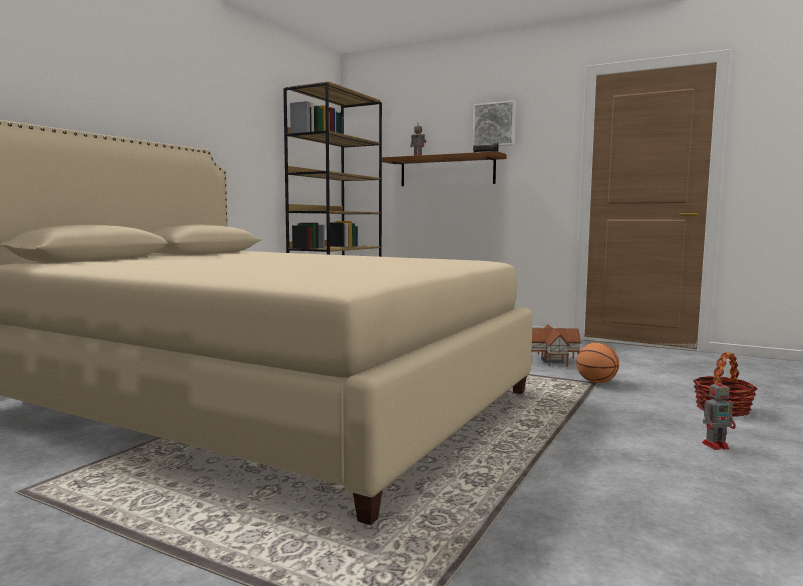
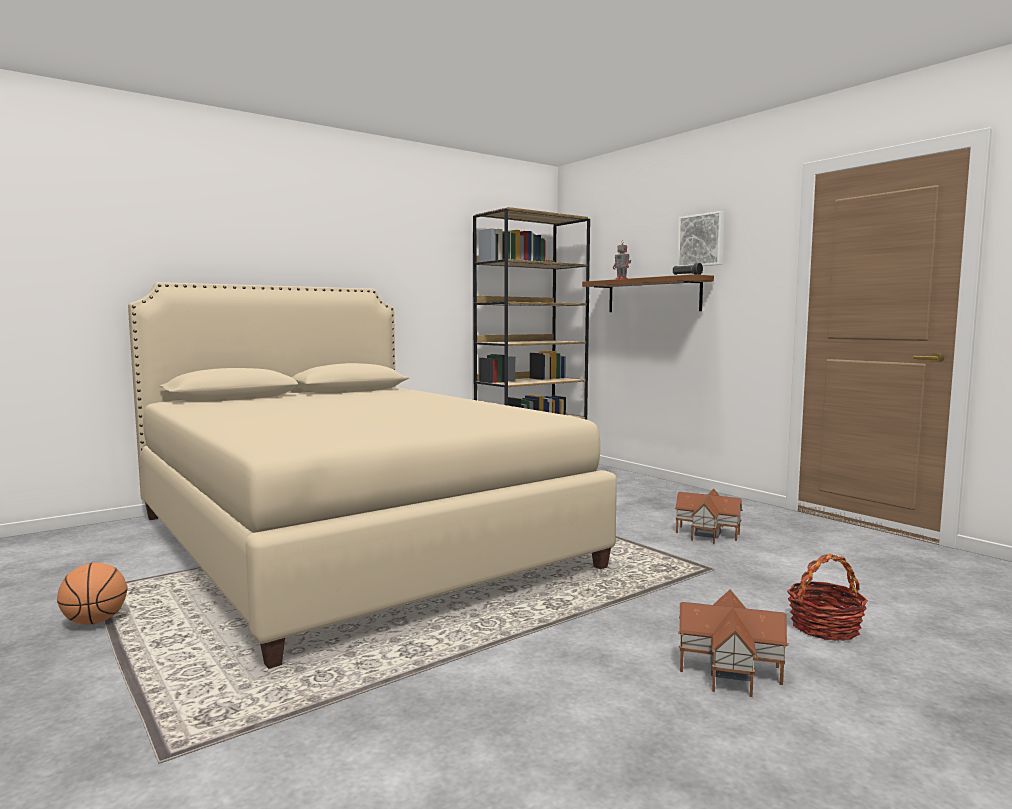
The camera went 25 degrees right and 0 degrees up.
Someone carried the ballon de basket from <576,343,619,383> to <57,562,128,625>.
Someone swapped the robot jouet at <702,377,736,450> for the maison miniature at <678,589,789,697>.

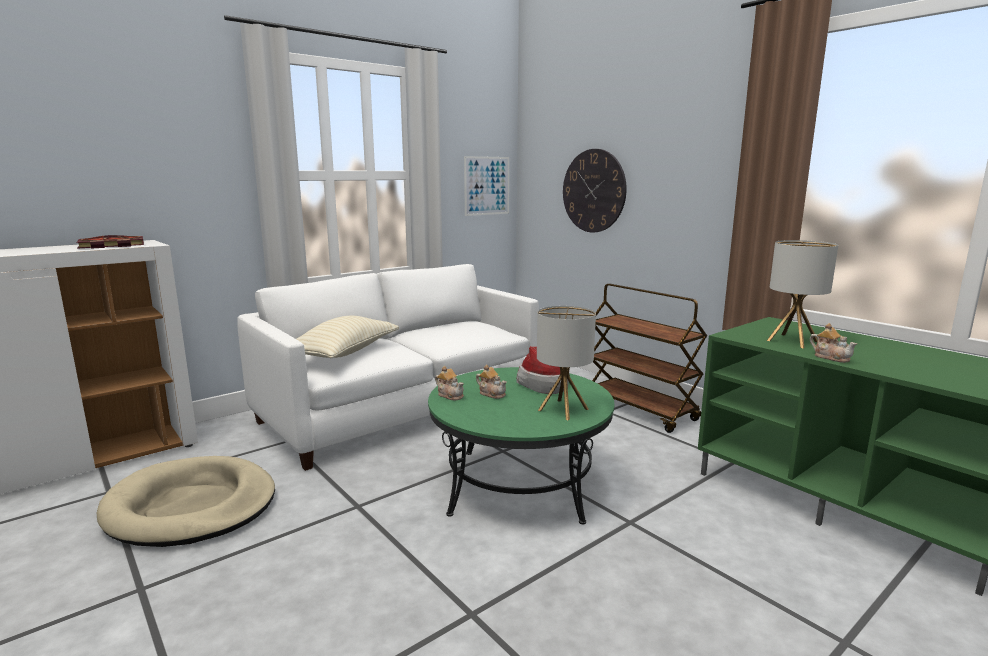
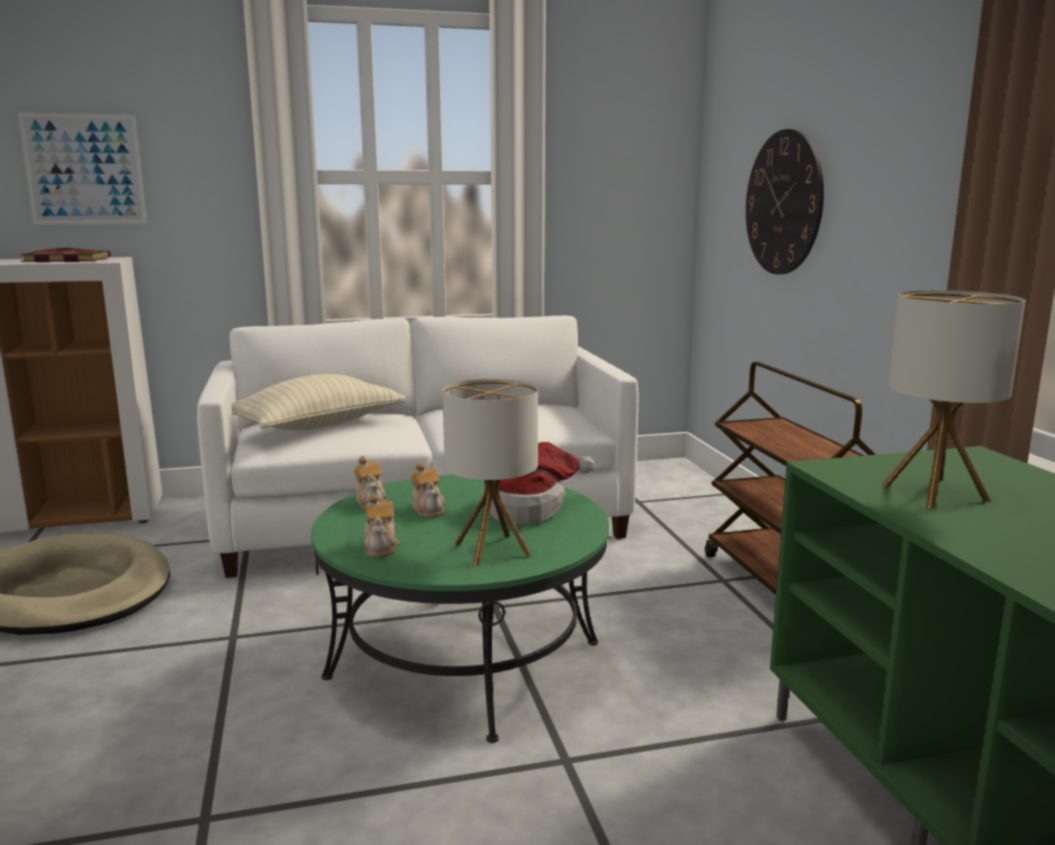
The camera went 25 degrees right and 0 degrees up.
Someone carried the tableau from <464,156,509,216> to <18,113,147,224>.
Someone carried the théière from <810,323,857,363> to <364,494,399,557>.

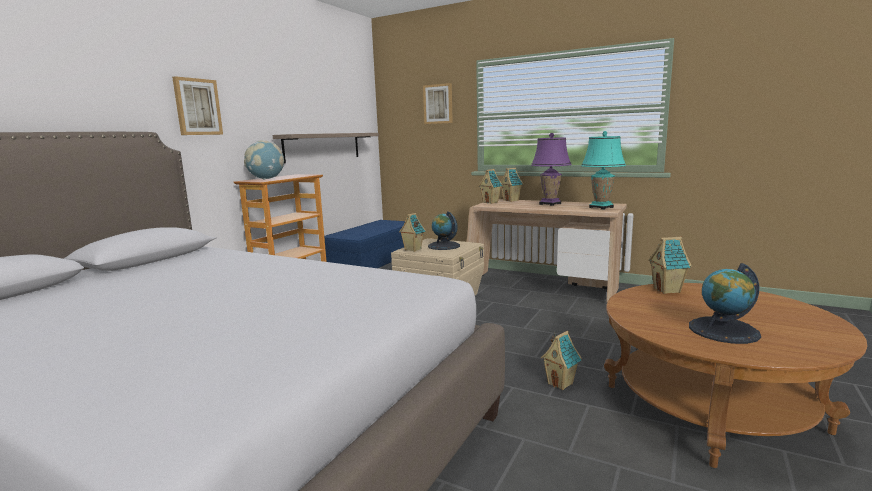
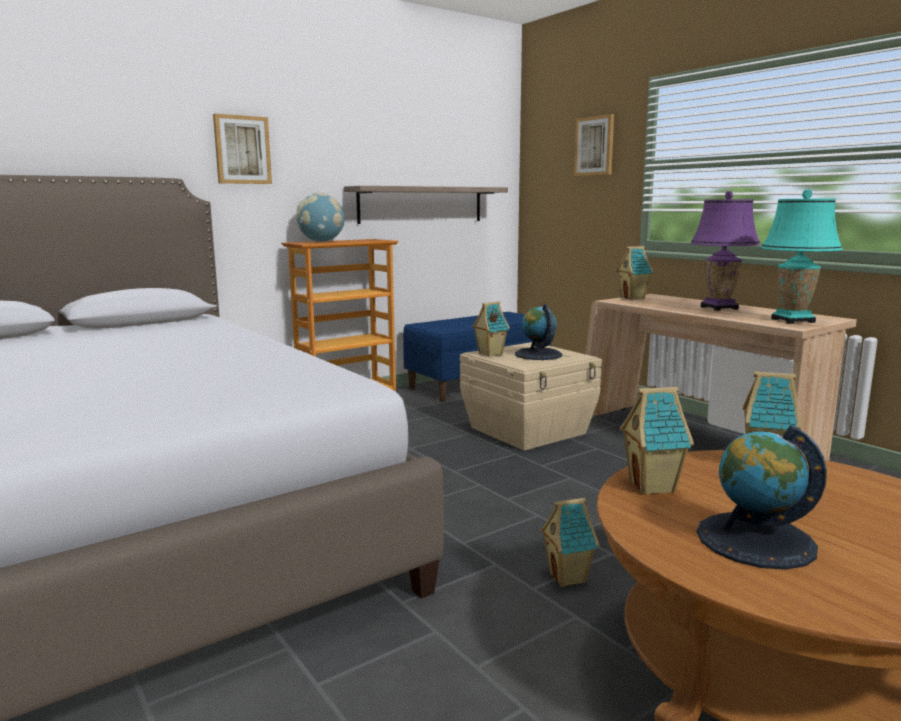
The camera went 25 degrees right and 0 degrees up.
Someone carried the maison miniature from <501,168,523,202> to <620,387,694,495>.

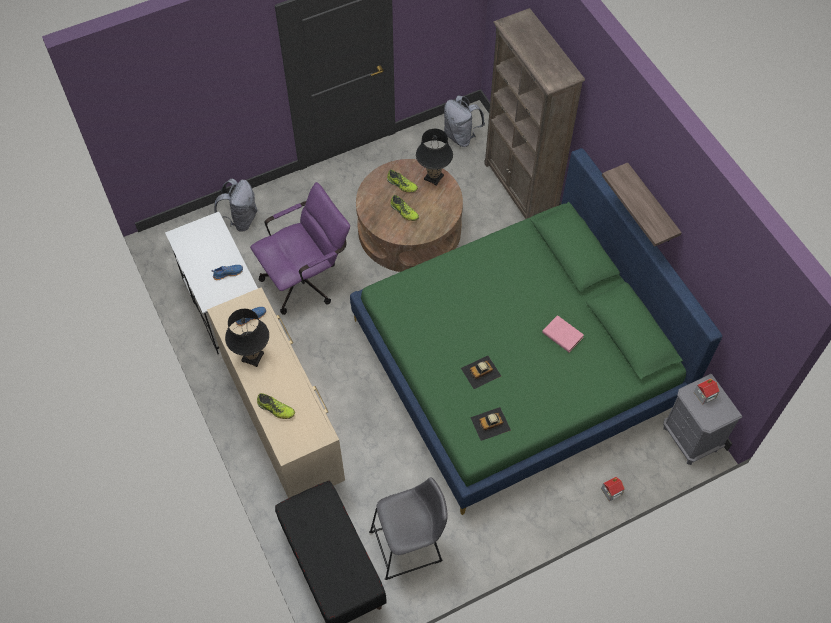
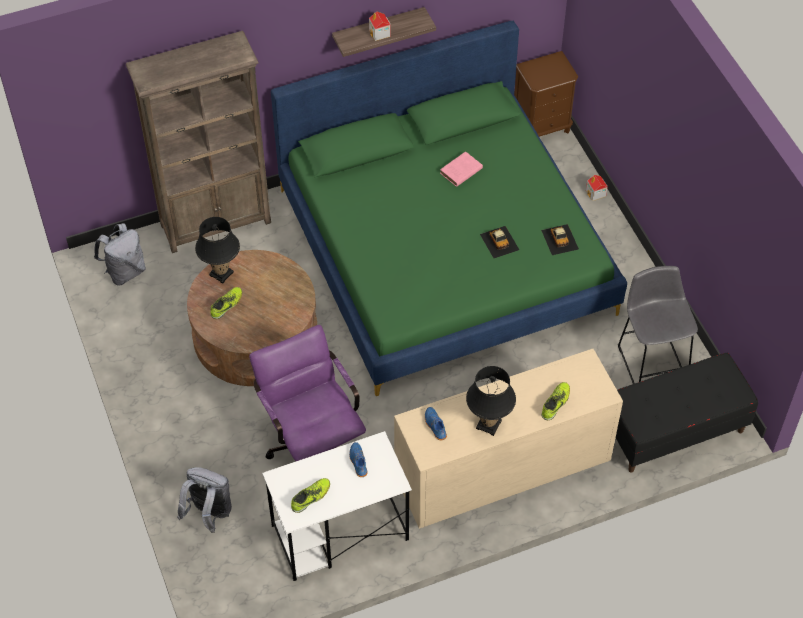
The camera went 85 degrees left and 5 degrees down.
Someone carried the chaussure from <390,195,419,221> to <291,478,330,513>.
Someone carried the maison miniature from <694,378,720,405> to <369,11,390,41>.
Someone repainted the table de chevet/gris at <663,374,742,465>, which became the table de chevet/marron at <514,51,578,137>.

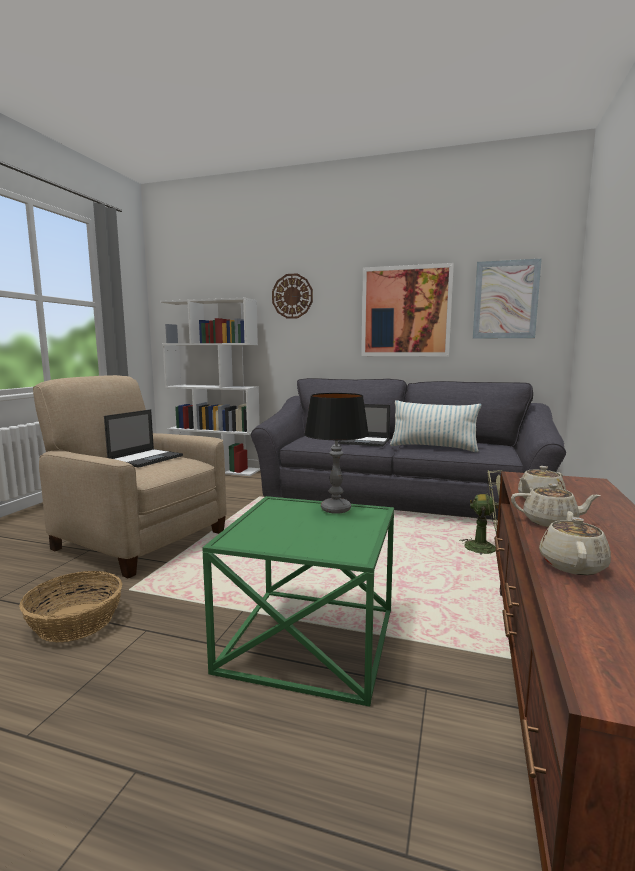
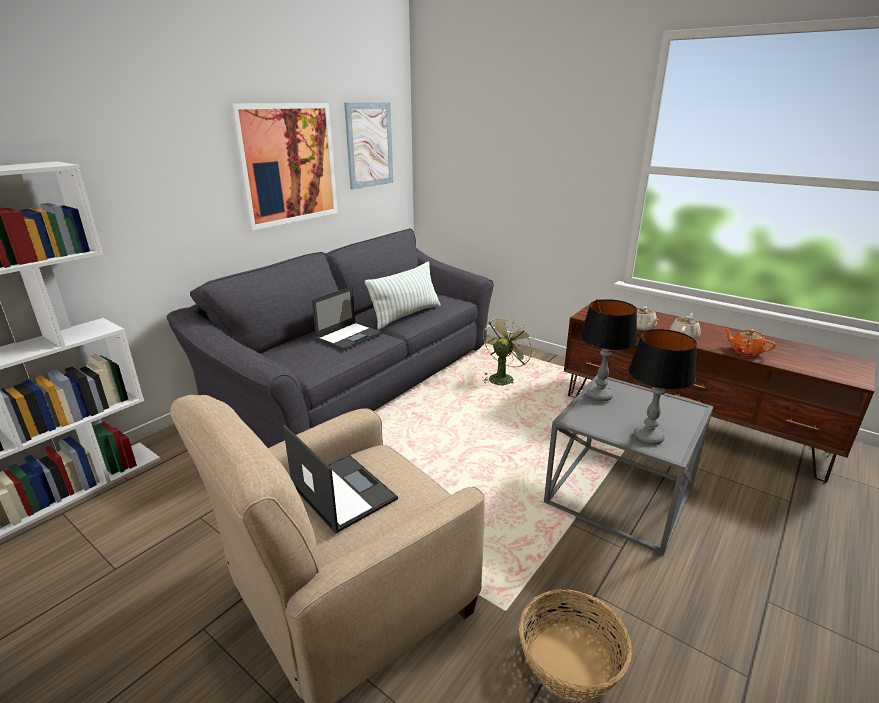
The camera went 70 degrees left and 15 degrees up.
Someone repainted the table d'appoint/vert at <202,496,394,707>, which became the table d'appoint/gris at <544,374,713,555>.
Someone put down the lampe de table at <628,329,697,445>.
Someone repainted the théière/beige at <539,511,611,575>, which became the théière/orange at <724,328,776,356>.
Someone took away the horloge murale at <272,273,313,319>.

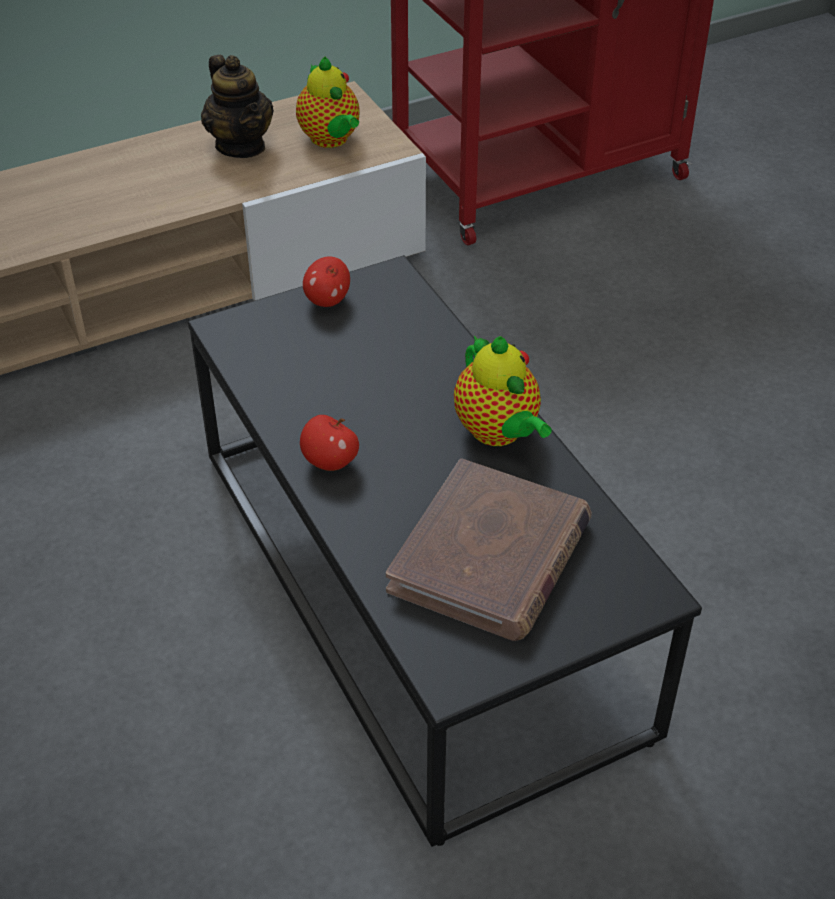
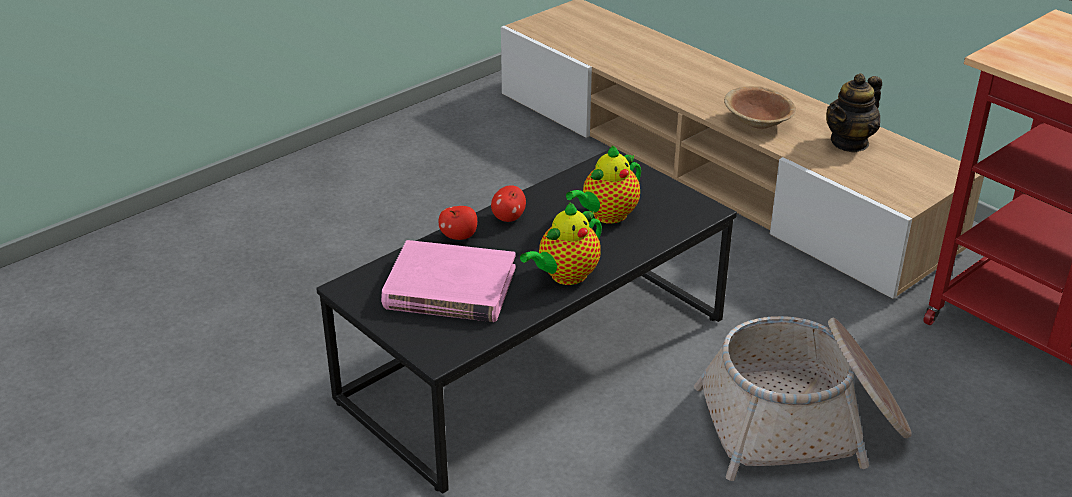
The camera went 75 degrees right and 10 degrees down.
Someone repainted the livre/marron at <386,459,592,641>, which became the livre/rose at <381,240,516,322>.
Someone carried the pomme from <303,257,350,307> to <439,206,477,240>.
Someone carried the théière from <296,56,359,148> to <566,145,641,224>.
Someone put down the panier at <694,316,912,481>.
Someone put down the bol/marron at <724,86,796,129>.

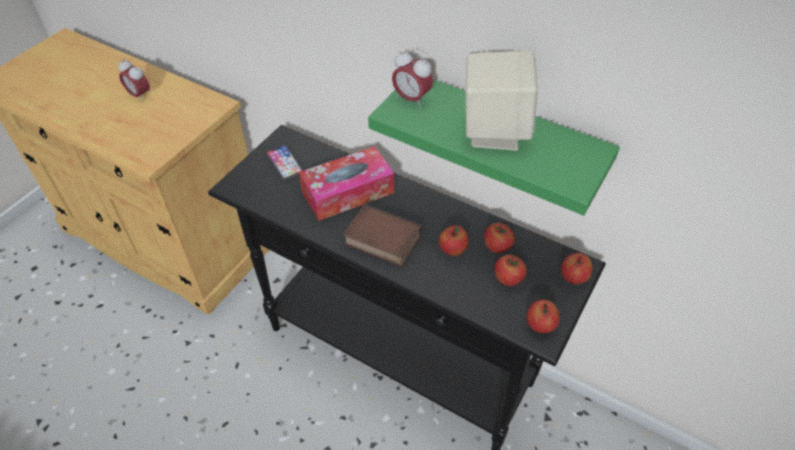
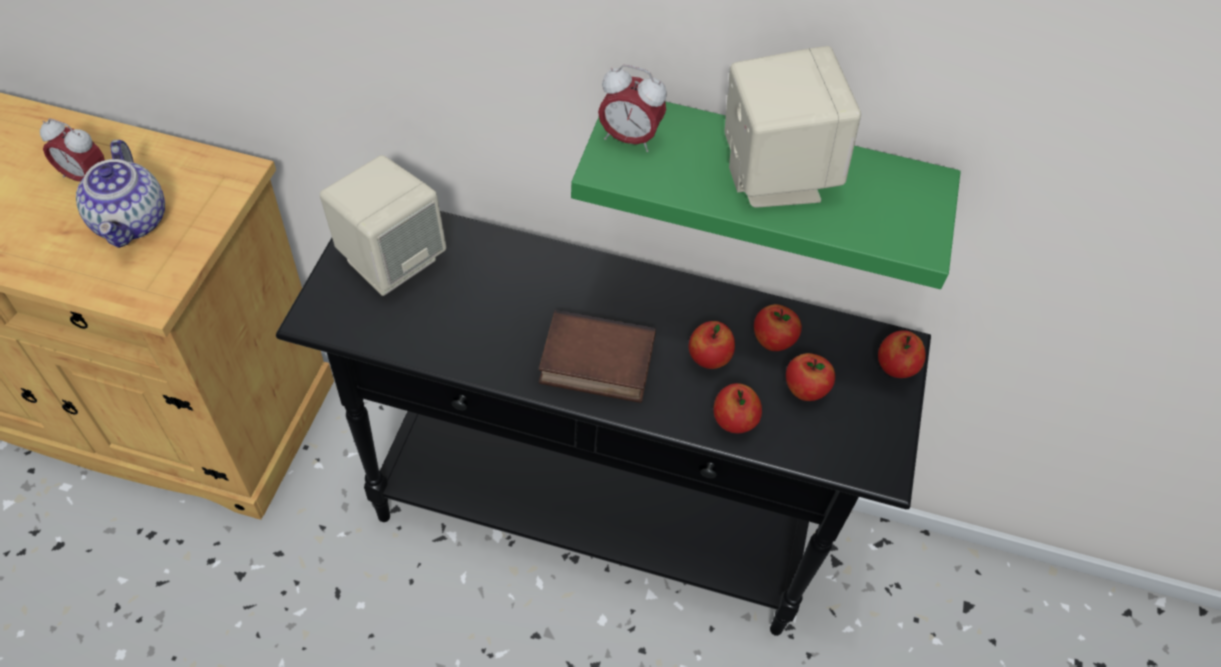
The camera went 20 degrees left and 5 degrees up.
Someone put down the théière at <76,140,165,248>.
Someone swapped the téléphone at <266,145,303,180> for the enceinte/beige at <320,155,446,296>.
Someone carried the pomme from <527,299,560,333> to <713,383,762,433>.
Someone took away the boîte à mouchoirs at <299,146,394,221>.

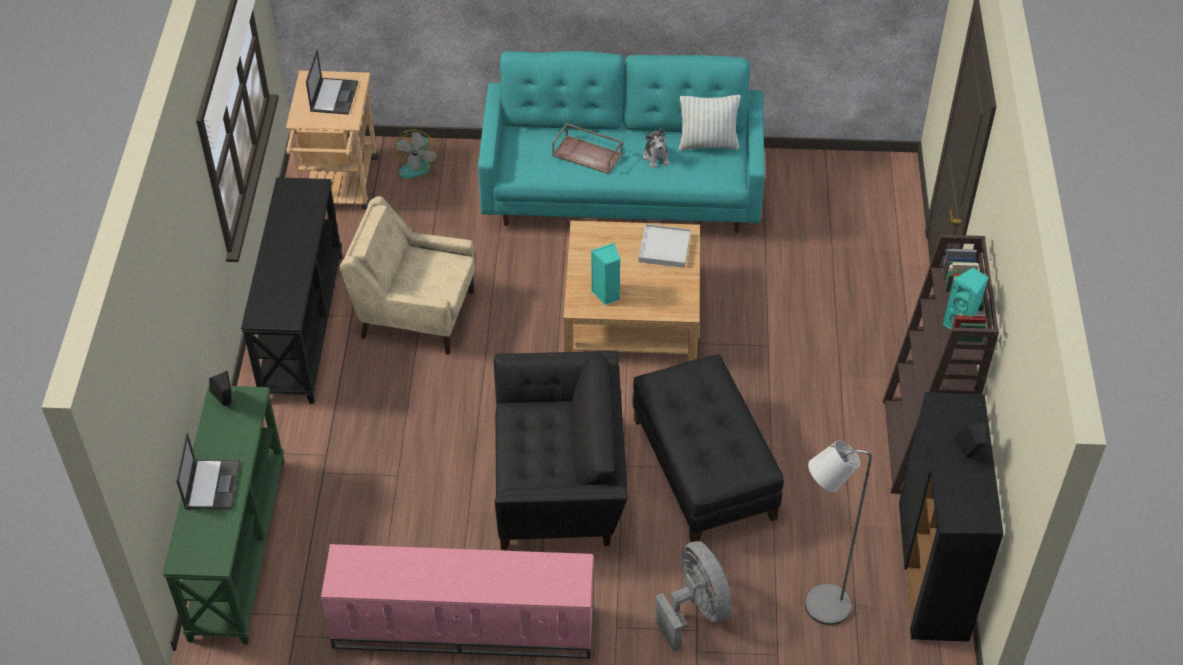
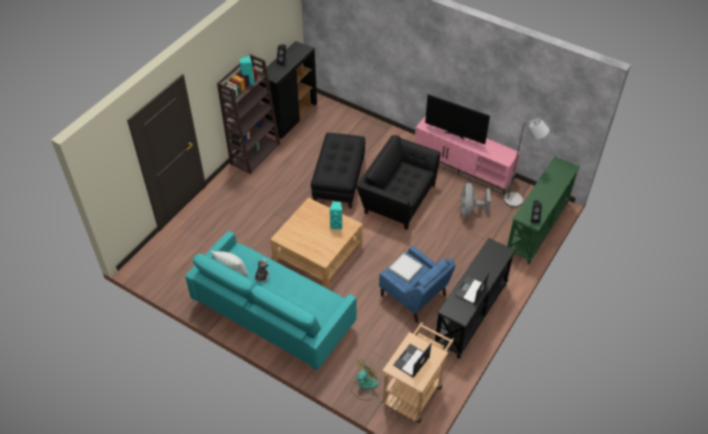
The camera went 150 degrees left and 0 degrees up.
Someone repainted the fauteuil/beige at <340,196,476,355>, which became the fauteuil/bleu at <379,246,456,323>.
Someone carried the plateau/blanc from <638,224,691,268> to <389,253,423,282>.
Someone put down the téléviseur at <425,94,490,144>.
Someone carried the ordinateur portable from <176,432,240,510> to <454,272,489,305>.
Someone carried the ventilateur/gris from <655,541,732,652> to <460,183,490,218>.
Someone carried the lampadaire/gris from <805,440,872,625> to <504,118,550,207>.
Someone took away the plateau/marron at <552,123,623,174>.

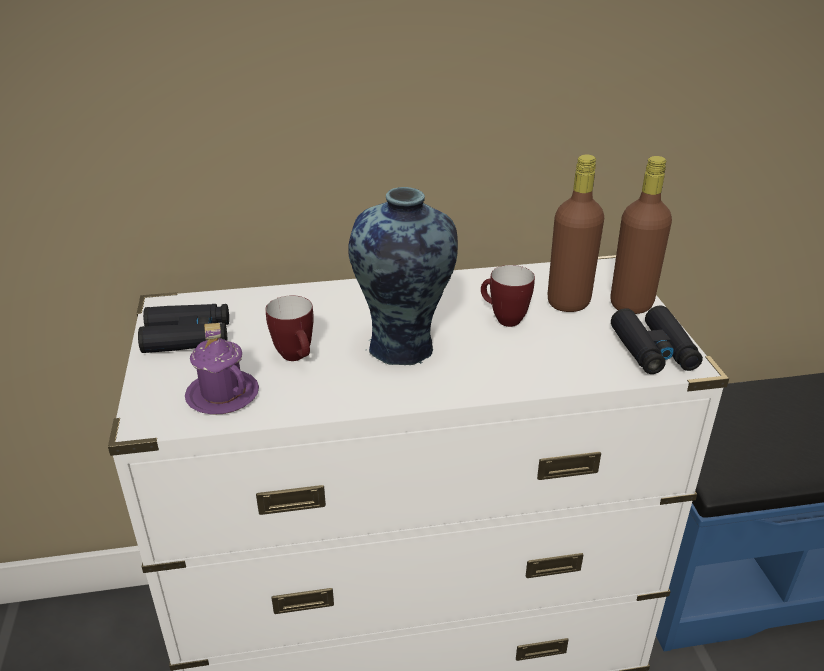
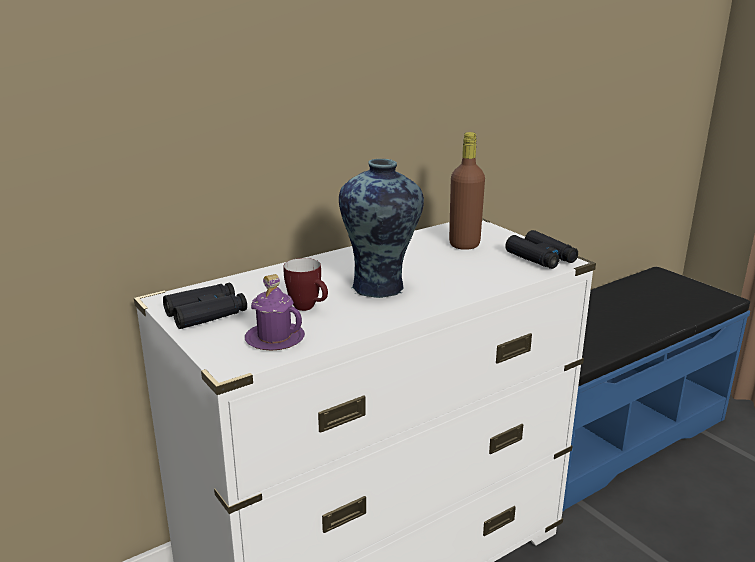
The camera went 25 degrees left and 10 degrees down.
Someone took away the mug at <481,265,535,327>.
Someone took away the bouteille/marron at <610,156,672,314>.

